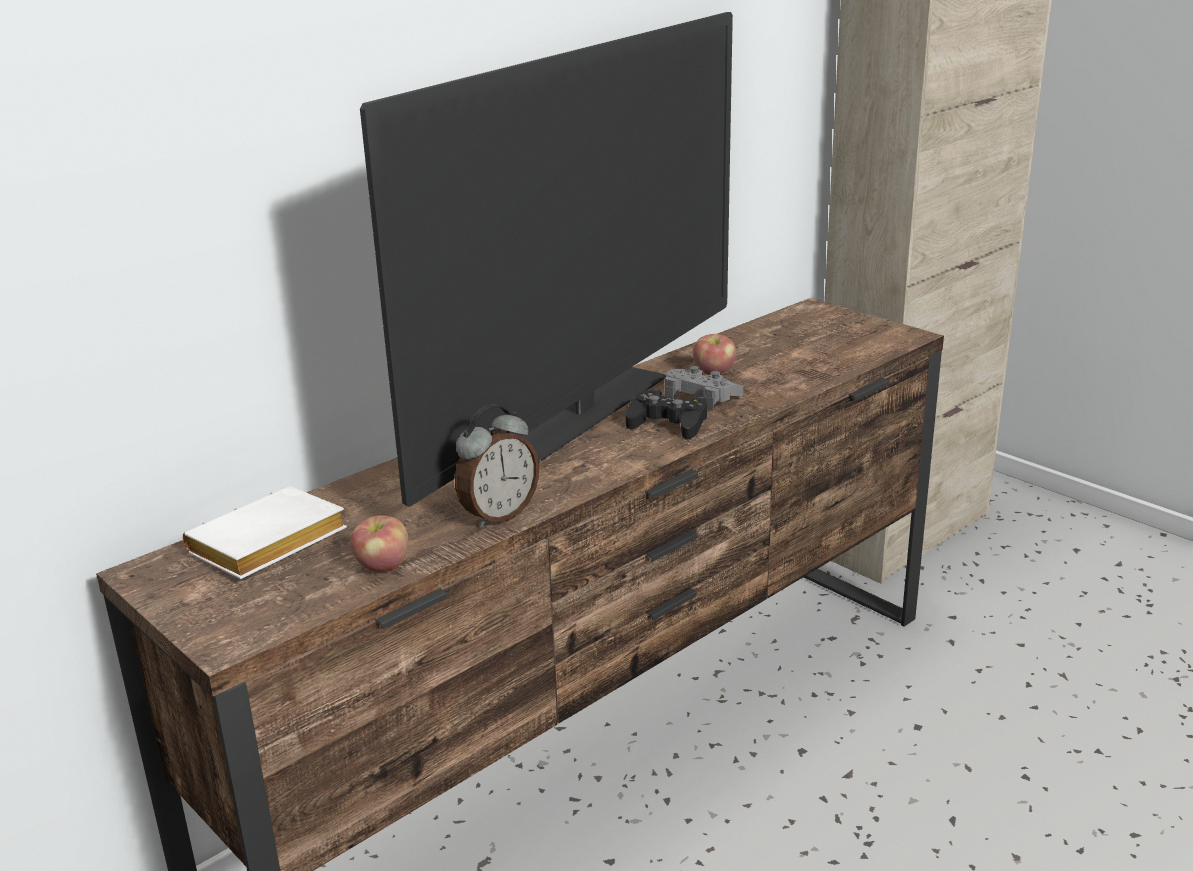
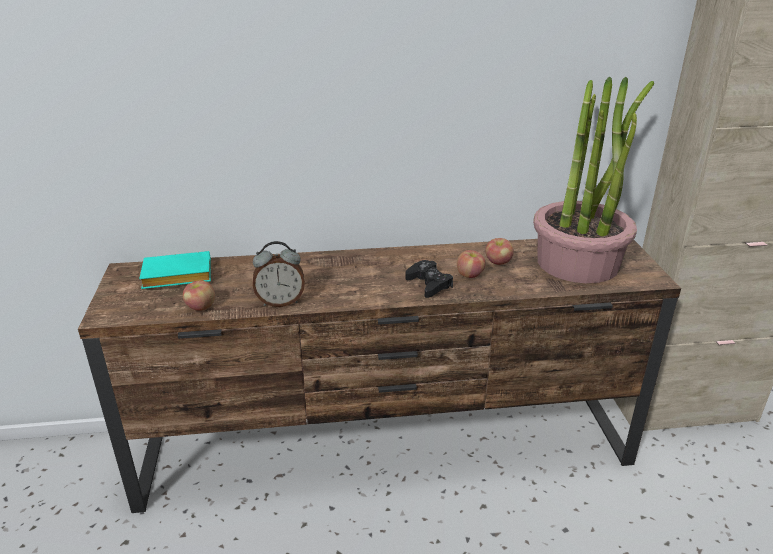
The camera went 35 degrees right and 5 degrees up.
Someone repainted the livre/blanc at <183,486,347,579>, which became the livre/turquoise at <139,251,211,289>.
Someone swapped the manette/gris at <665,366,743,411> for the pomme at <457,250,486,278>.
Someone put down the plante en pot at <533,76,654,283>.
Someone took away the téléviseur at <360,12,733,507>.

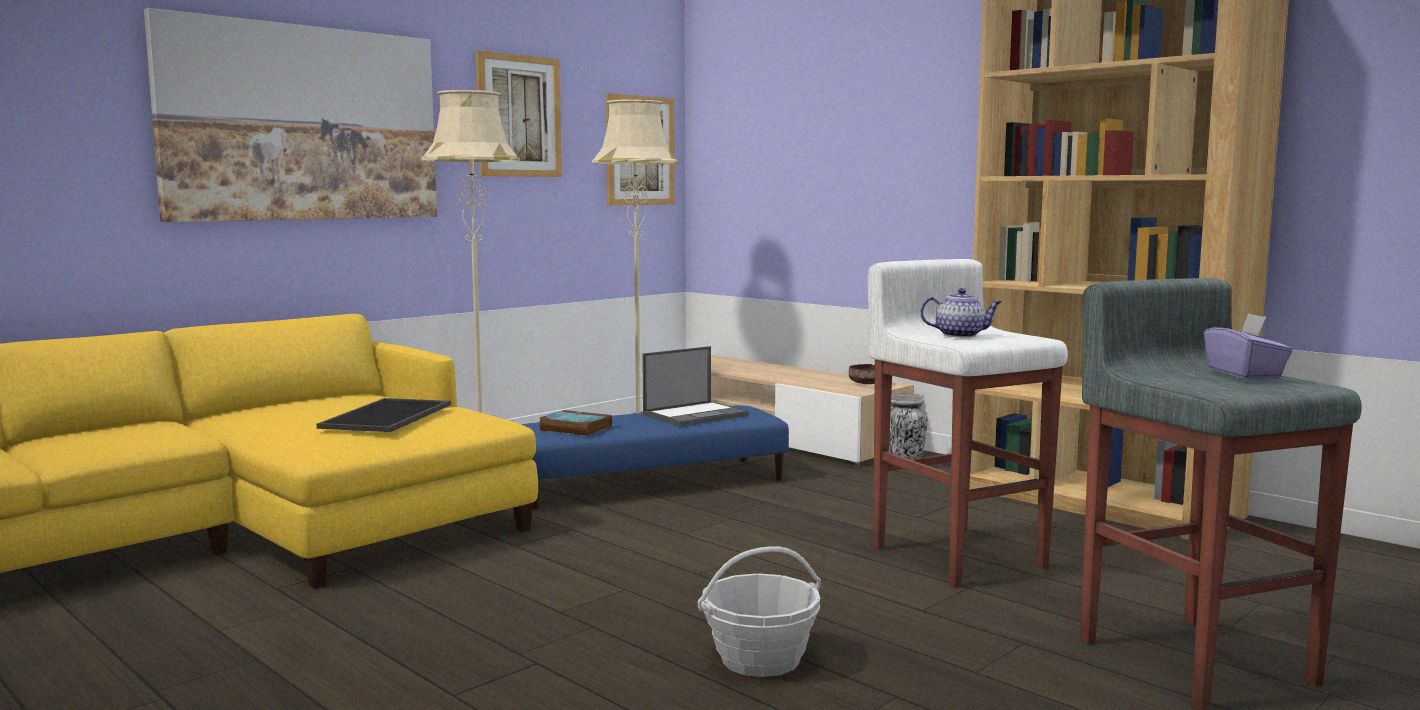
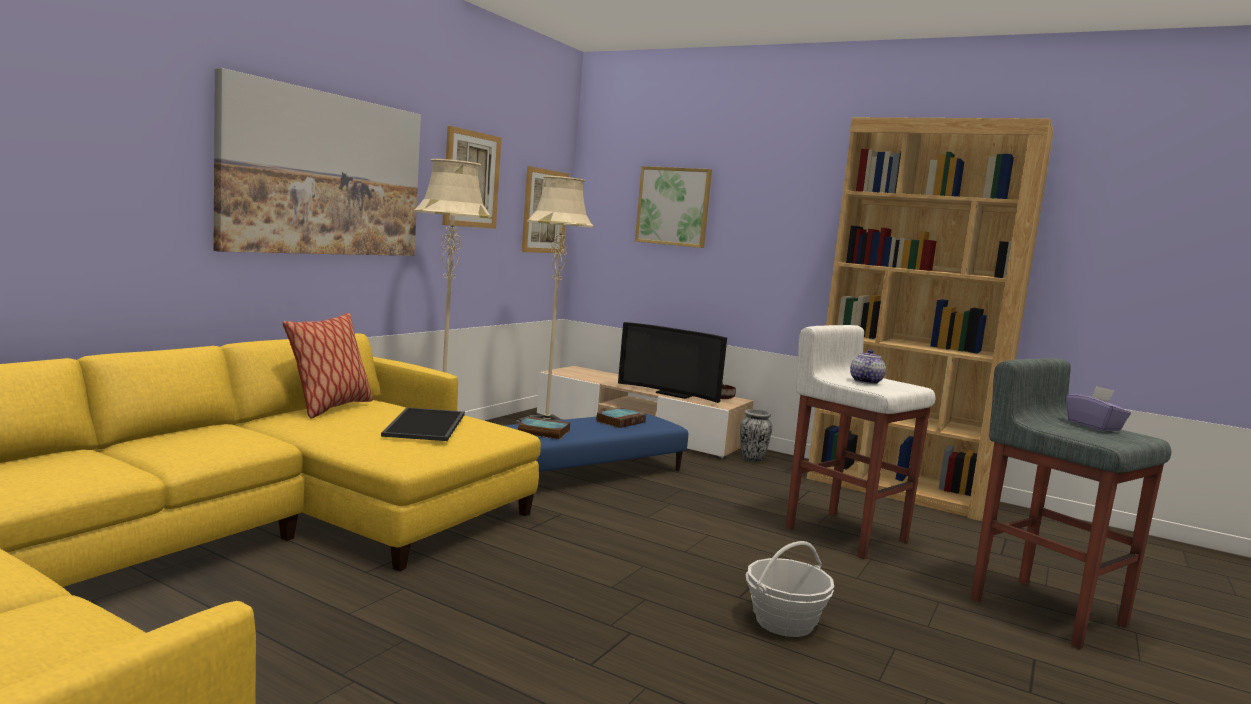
The camera went 15 degrees left and 0 degrees up.
Someone put down the coussin at <283,313,373,418>.
Someone swapped the ordinateur portable at <642,346,749,427> for the livre at <596,408,646,428>.
Someone put down the téléviseur at <618,322,727,403>.
Someone put up the tableau at <635,166,712,248>.
Someone rotated the théière at <920,288,1002,338> by 60 degrees counterclockwise.

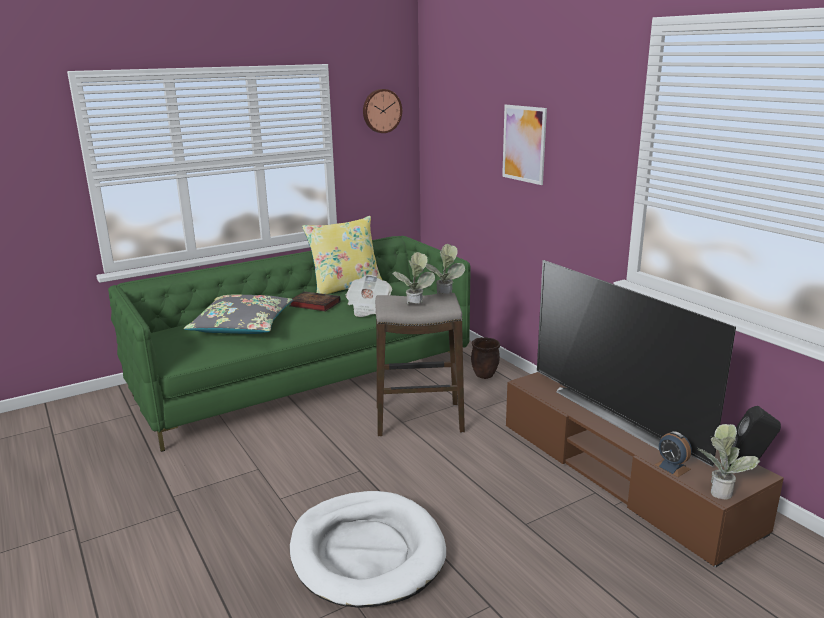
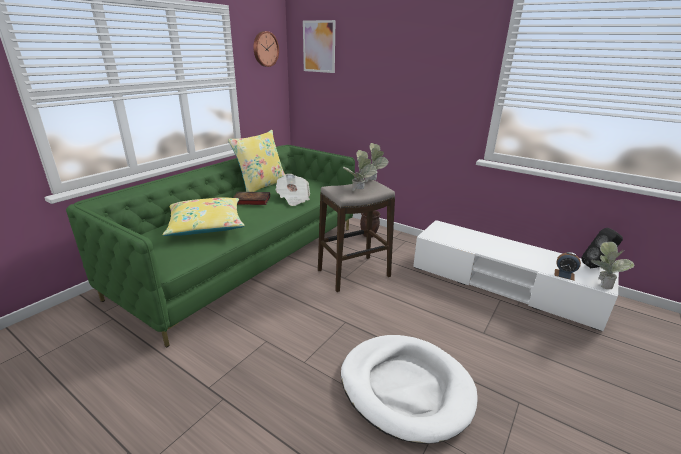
The camera went 25 degrees left and 5 degrees up.
Someone repainted the coussin/gris at <184,295,293,334>, which became the coussin/jaune at <163,197,245,236>.
Someone carried the tableau from <502,105,547,185> to <303,20,335,73>.
Someone repainted the meuble télé/marron at <506,372,784,568>, which became the meuble télé/blanc at <413,220,619,331>.
Someone took away the téléviseur at <537,260,736,467>.

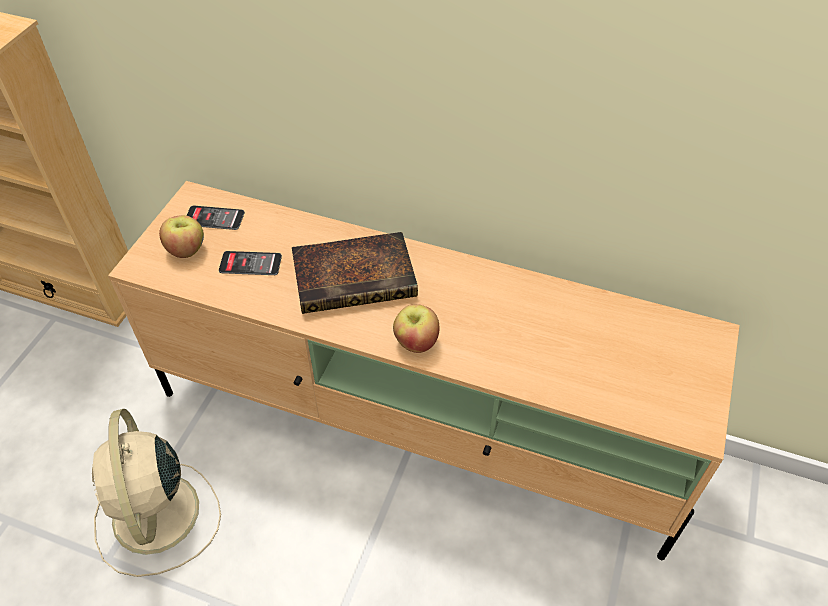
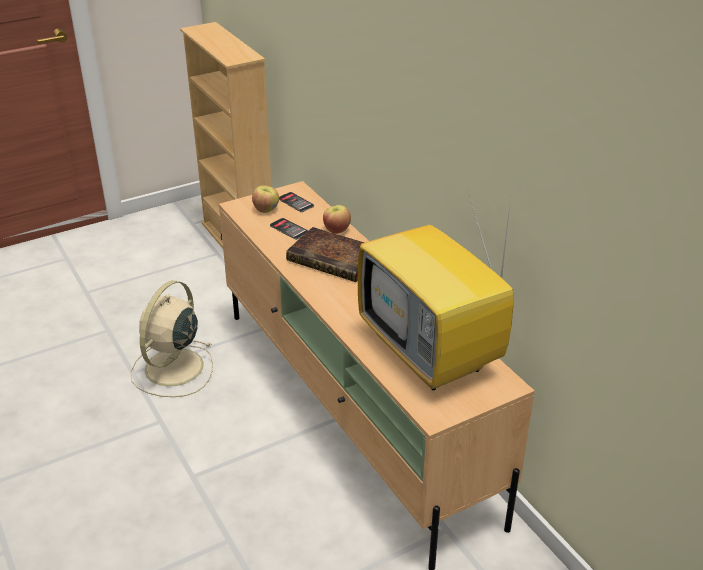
The camera went 40 degrees right and 15 degrees down.
Someone carried the pomme from <393,304,440,353> to <323,205,351,234>.
Someone put down the téléviseur at <358,189,514,390>.

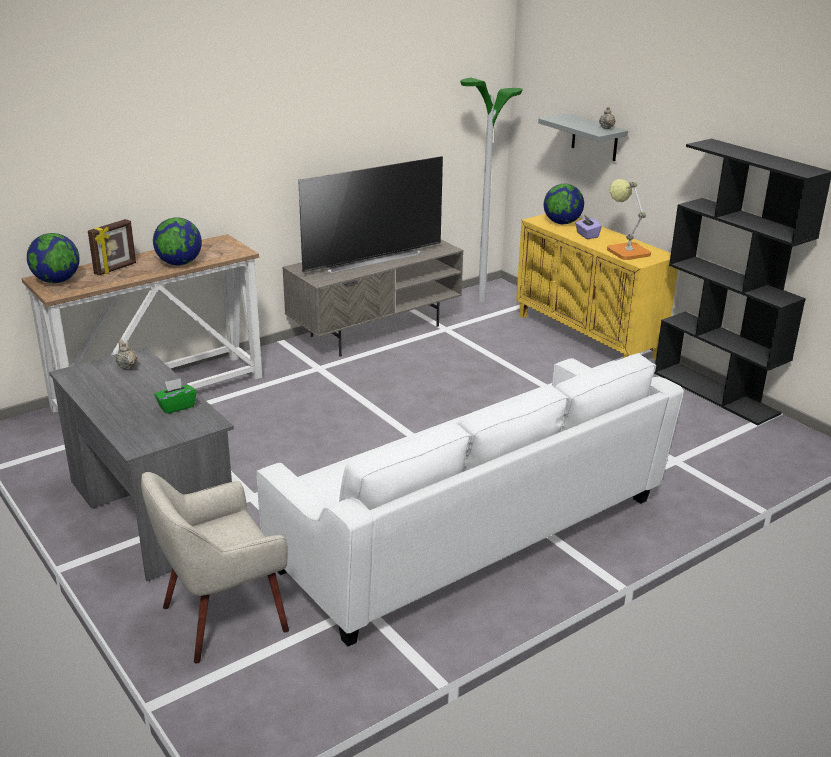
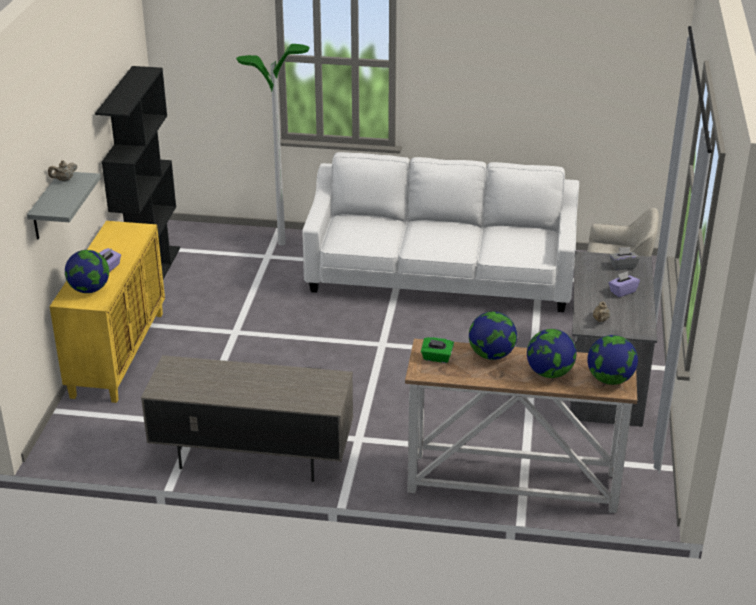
The camera went 135 degrees left and 5 degrees up.
Someone carried the lampadaire from <460,78,523,302> to <236,44,310,245>.
Someone carried the boîte à mouchoirs/vert from <154,378,197,414> to <421,337,454,363>.
Someone swapped the cadre photo at <88,219,136,275> for the globe at <527,329,577,378>.
Someone put down the boîte à mouchoirs/violet at <609,271,640,297>.
Someone put down the boîte à mouchoirs/gris at <610,247,640,270>.
Someone took away the téléviseur at <298,156,443,273>.
Someone took away the lampe de table at <607,179,651,260>.

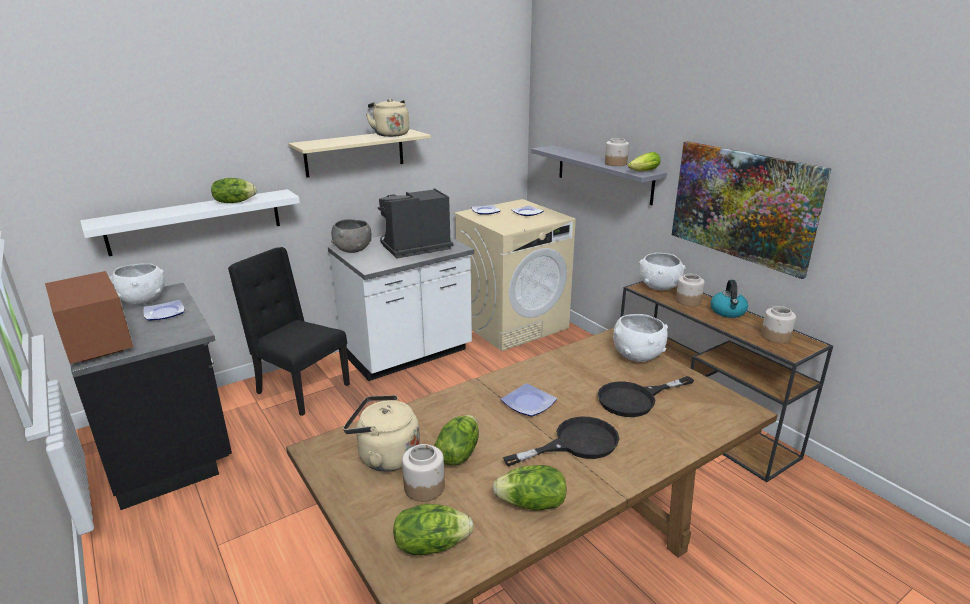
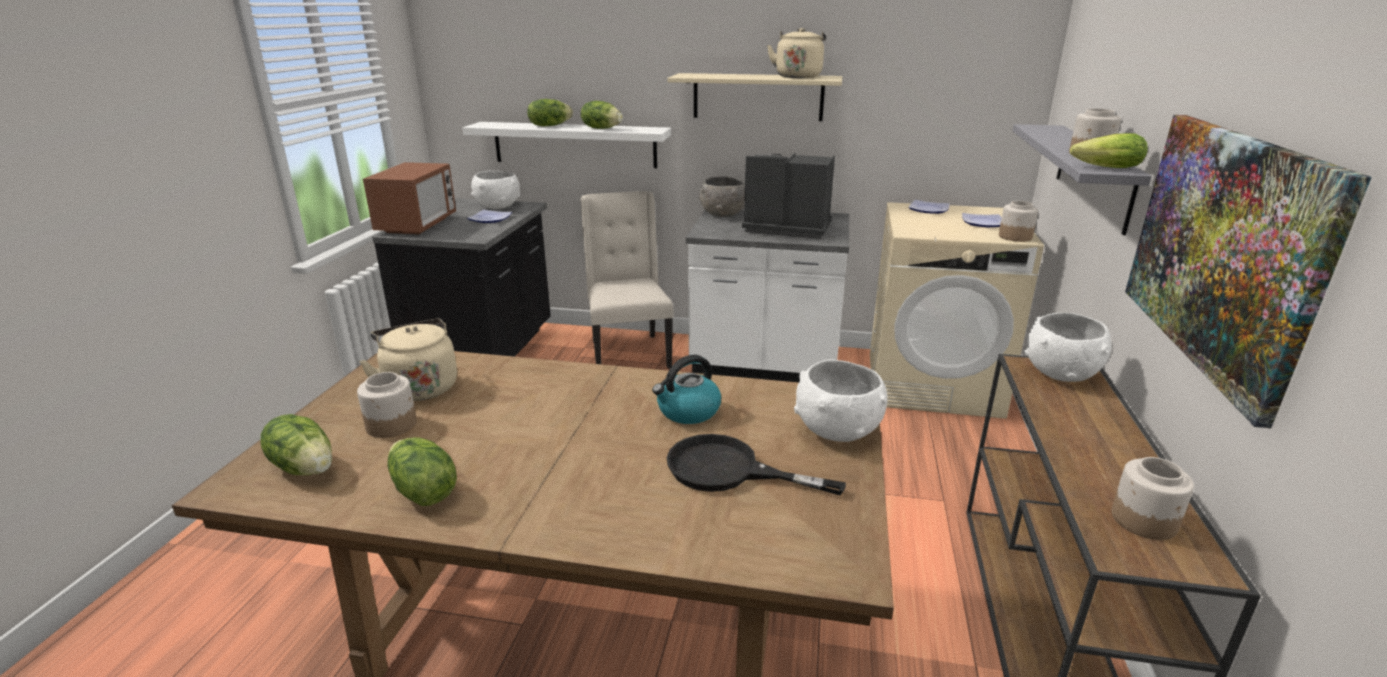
The camera went 45 degrees right and 0 degrees up.
Someone carried the laitue from <434,415,479,465> to <527,99,573,126>.
Someone repainted the chaise/noir at <228,247,350,416>, which became the chaise/beige at <580,191,674,368>.
Someone carried the bouilloire from <711,280,748,318> to <652,355,721,424>.
Someone carried the bocal from <676,274,705,306> to <999,201,1038,242>.
Someone took away the assiette at <501,383,557,417>.
Someone took away the poêle/noir at <503,417,619,466>.

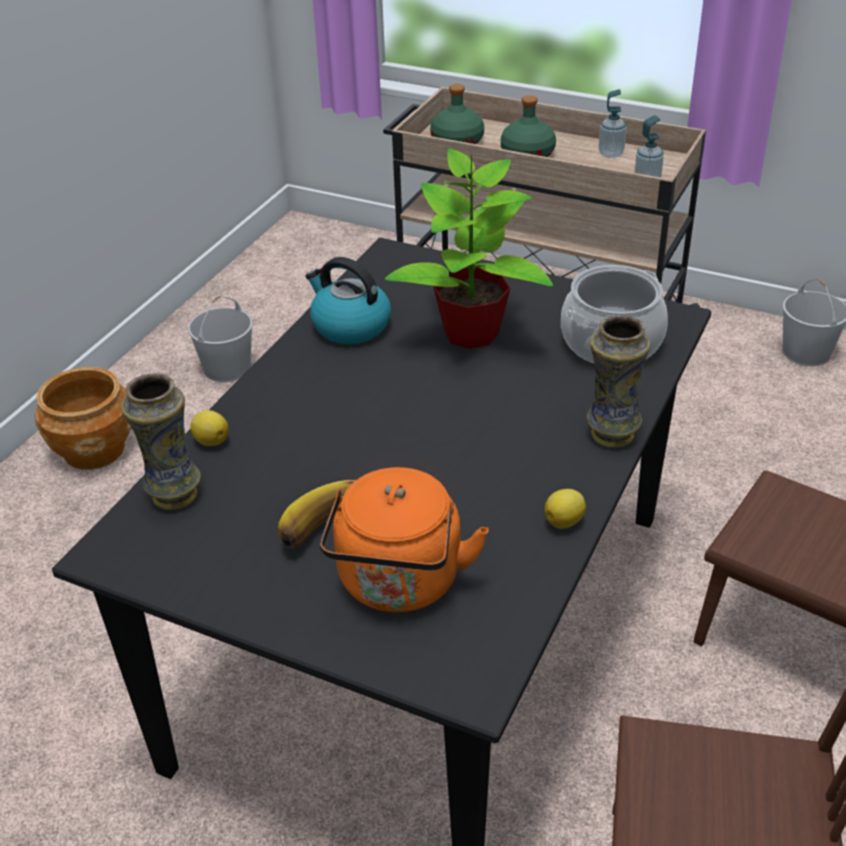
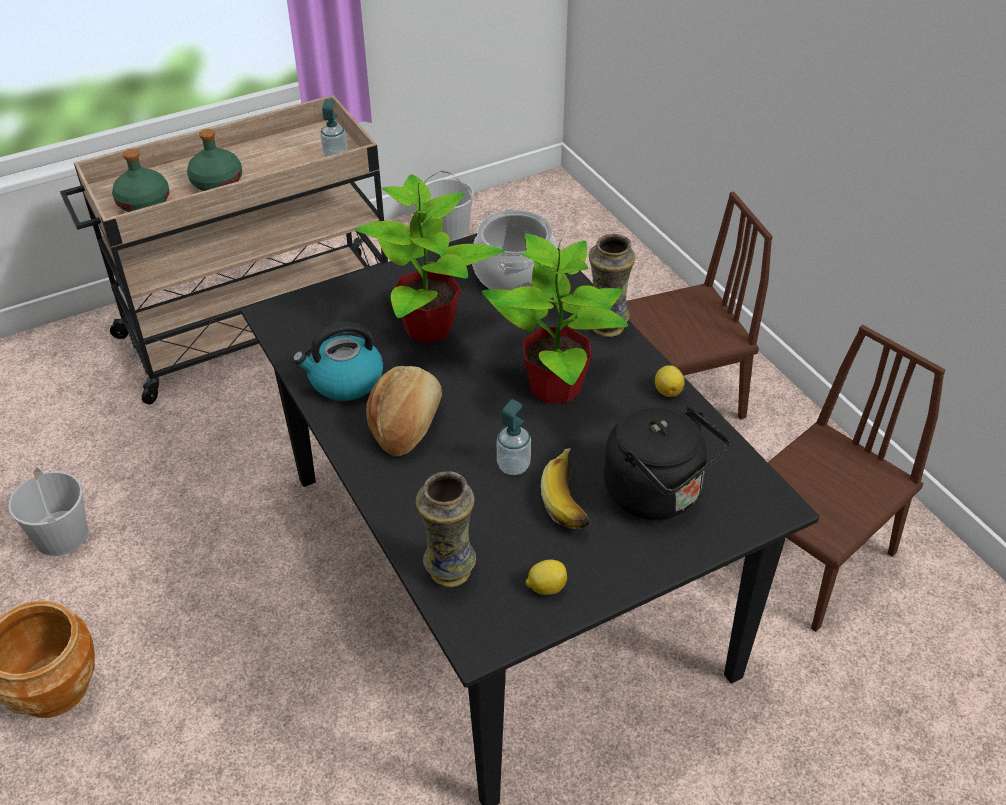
The camera went 55 degrees left and 5 degrees up.
Someone put down the pain at <366,366,442,456>.
Someone put down the plante en pot at <482,234,628,404>.
Someone carried the distributeur de savon from <598,89,627,158> to <497,399,531,475>.
Someone carried the citron from <190,410,229,446> to <526,559,567,595>.
Someone repainted the bouilloire/orange at <320,467,489,612>, which became the bouilloire/noir at <604,405,730,520>.

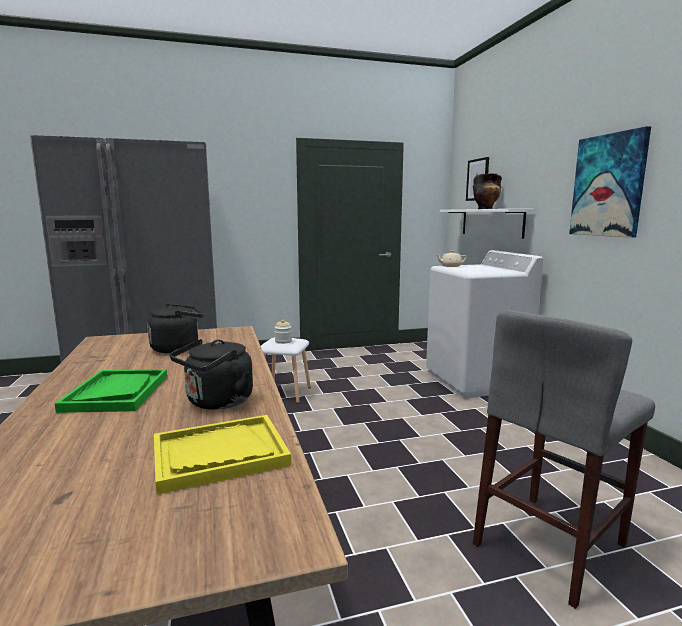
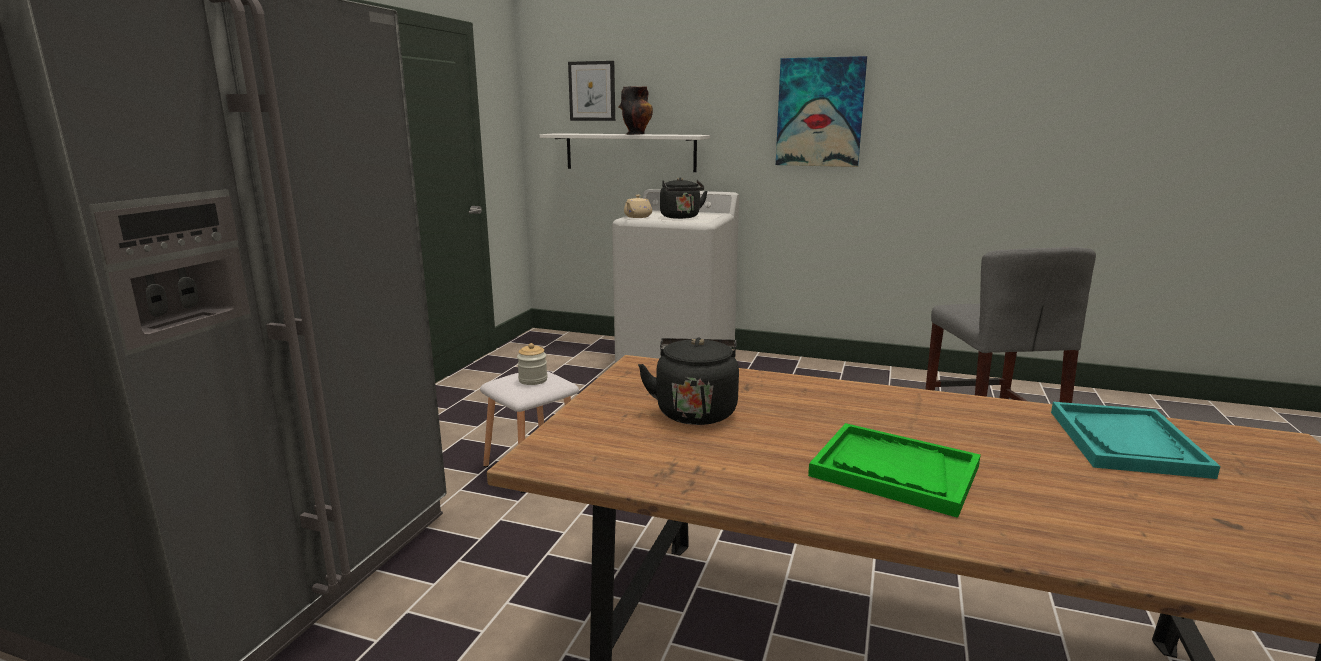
The camera went 55 degrees left and 5 degrees up.
Someone carried the bouilloire/noir from <170,339,253,410> to <660,177,708,219>.
Someone repainted the plateau/jaune at <154,415,291,495>, which became the plateau/turquoise at <1051,402,1221,479>.

